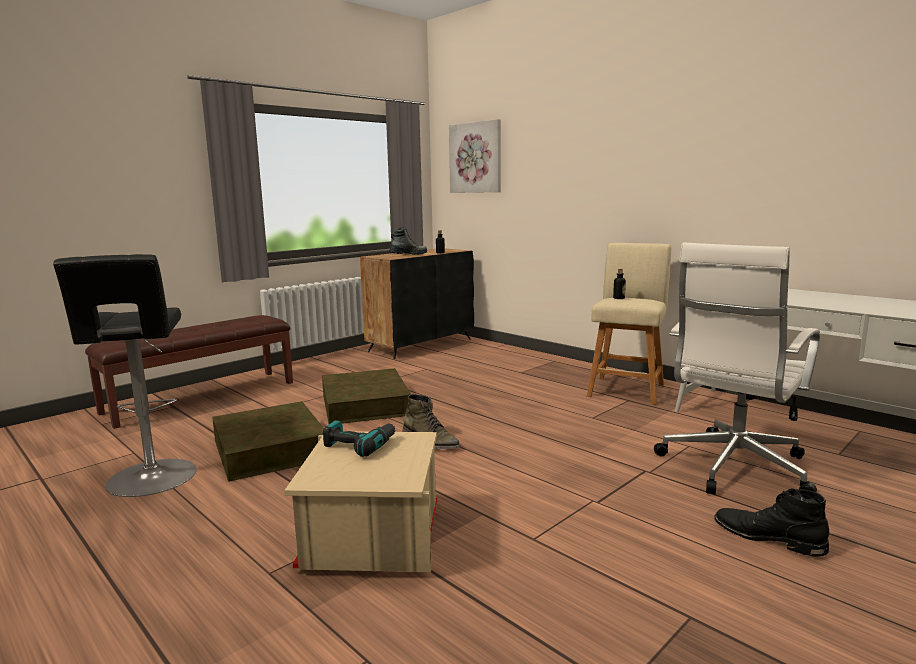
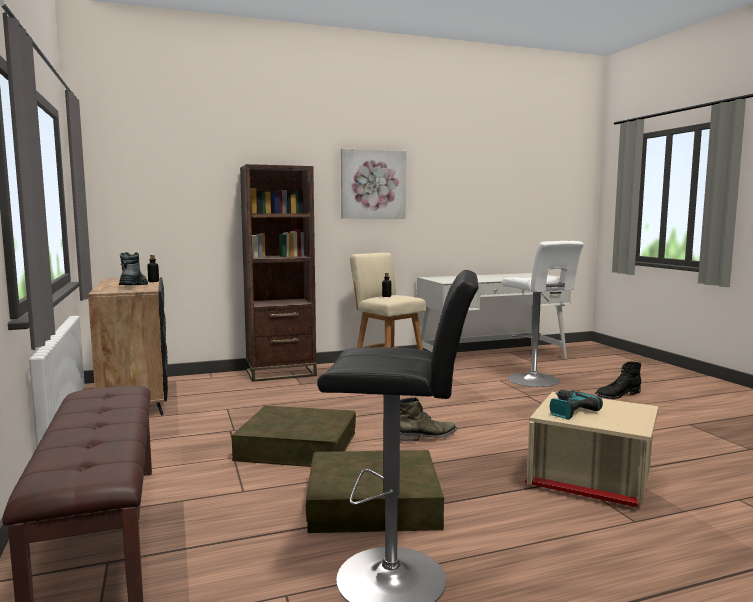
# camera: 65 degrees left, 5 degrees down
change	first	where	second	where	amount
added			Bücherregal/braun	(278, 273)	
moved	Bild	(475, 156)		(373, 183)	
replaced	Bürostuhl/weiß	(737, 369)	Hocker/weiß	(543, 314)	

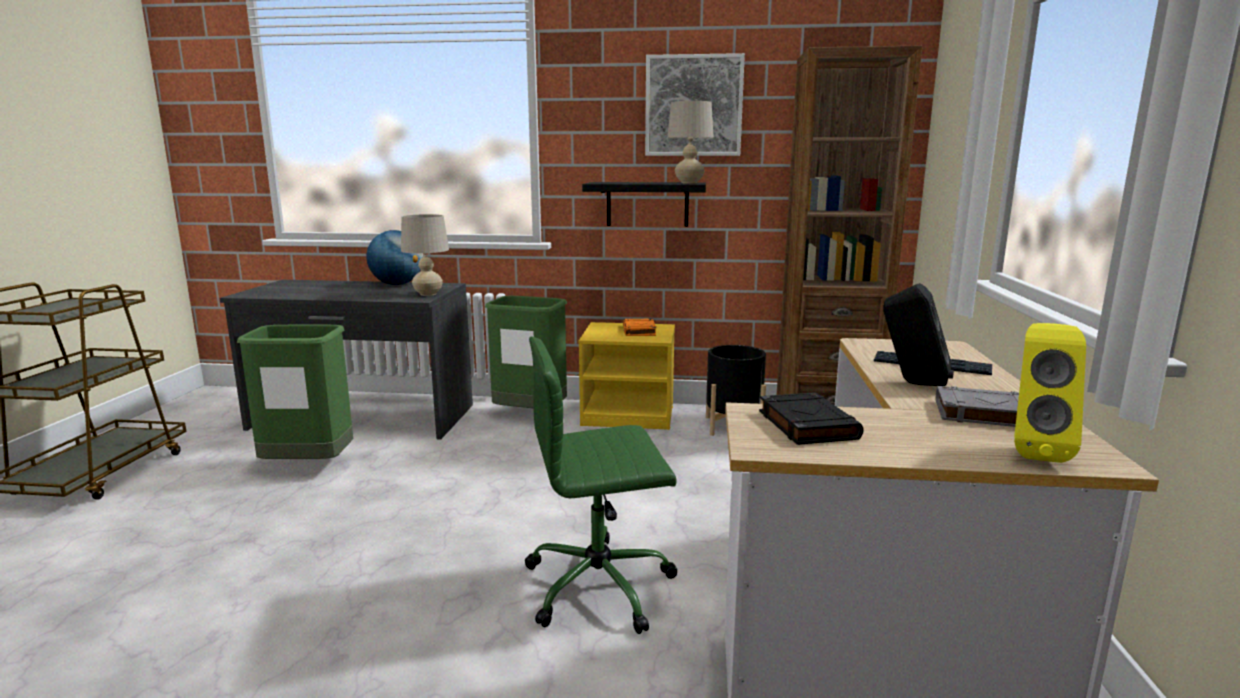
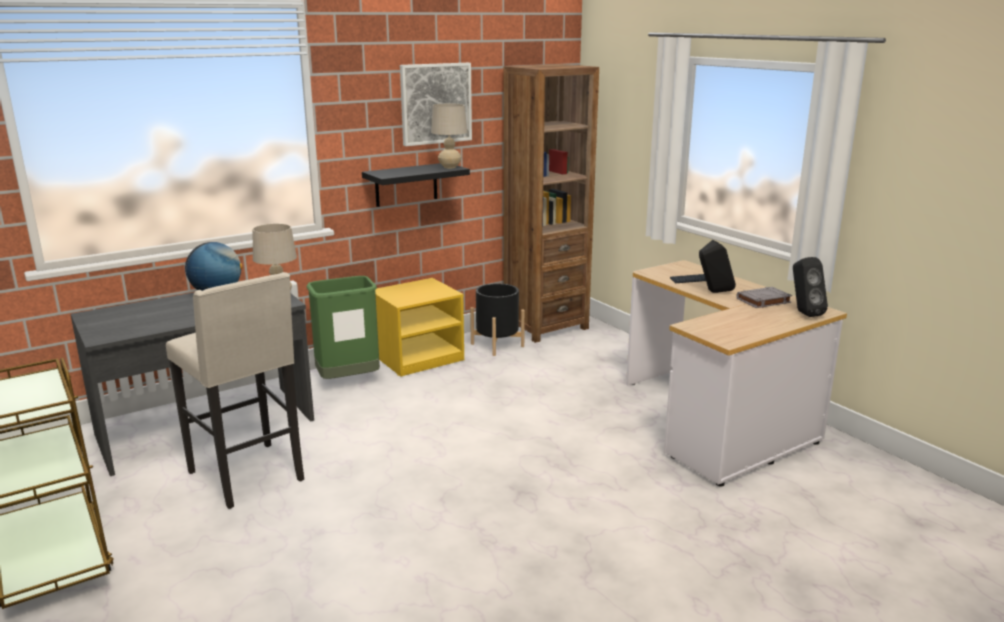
# camera: 40 degrees left, 5 degrees up
change	first	where	second	where	amount
removed	Bürostuhl/grün	(601, 485)			
removed	Buch/orange	(639, 327)			
removed	Buch/schwarz	(811, 418)			
replaced	Mülleimer/grün	(295, 392)	Hocker/beige	(235, 390)	
recoloured	Lautsprecher/gelb	(1050, 393)	Lautsprecher/schwarz	(810, 287)	

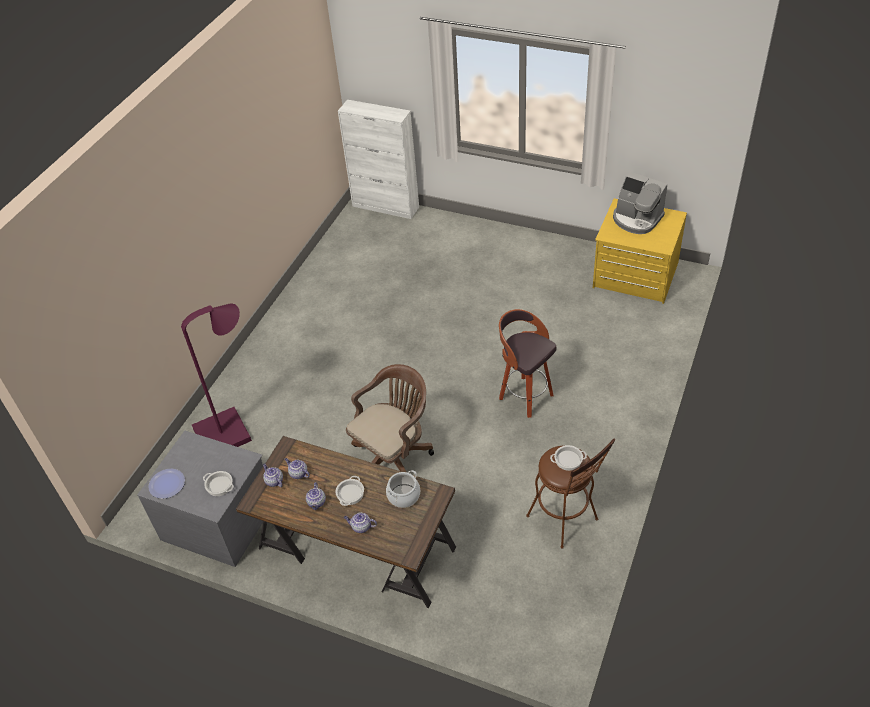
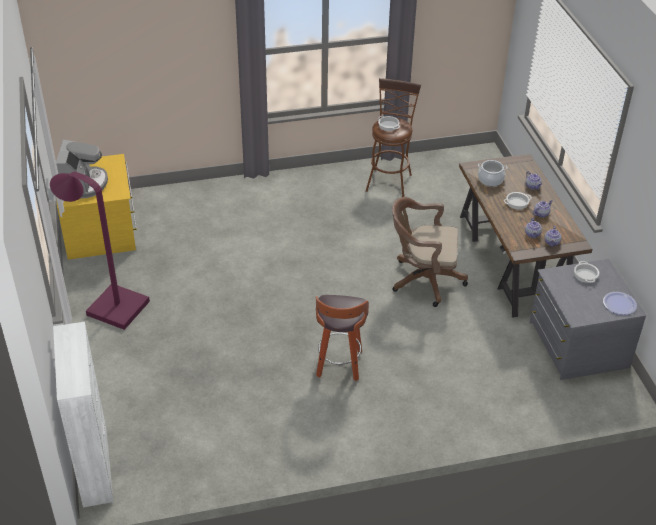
# camera: 130 degrees left, 5 degrees down
change	first	where	second	where	amount
moved	Stehlampe/lila	(216, 375)		(100, 250)	
moved	Hocker	(527, 363)		(342, 338)	

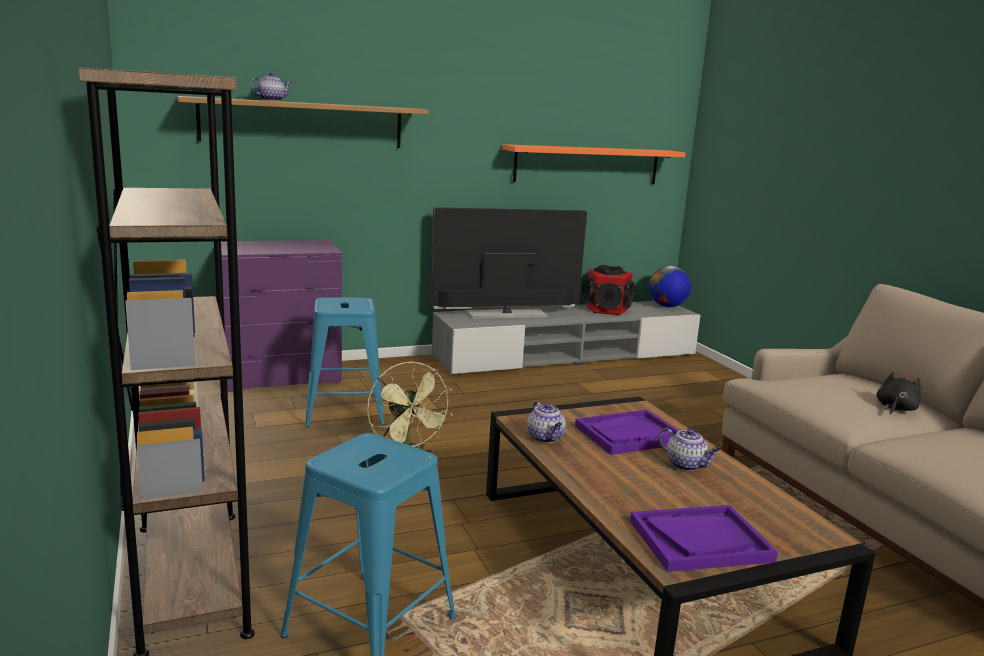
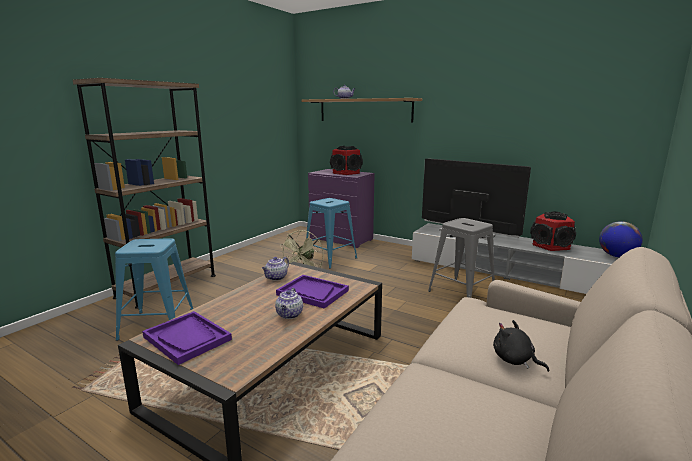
# camera: 55 degrees right, 0 degrees up
change	first	where	second	where	amount
removed	Wandregal/orange	(594, 164)			
added			Lautsprecher	(346, 160)	
added			Hocker/grau	(461, 258)	
turned	Plüschtier/schwarz	(899, 393)		(521, 346)	135 degrees counterclockwise

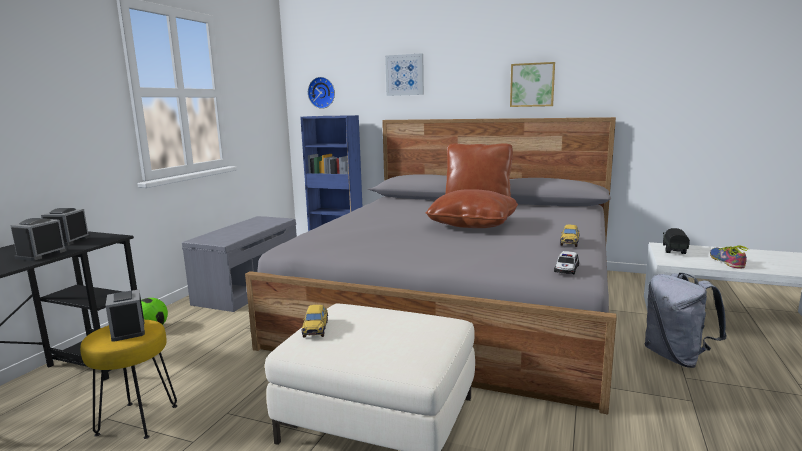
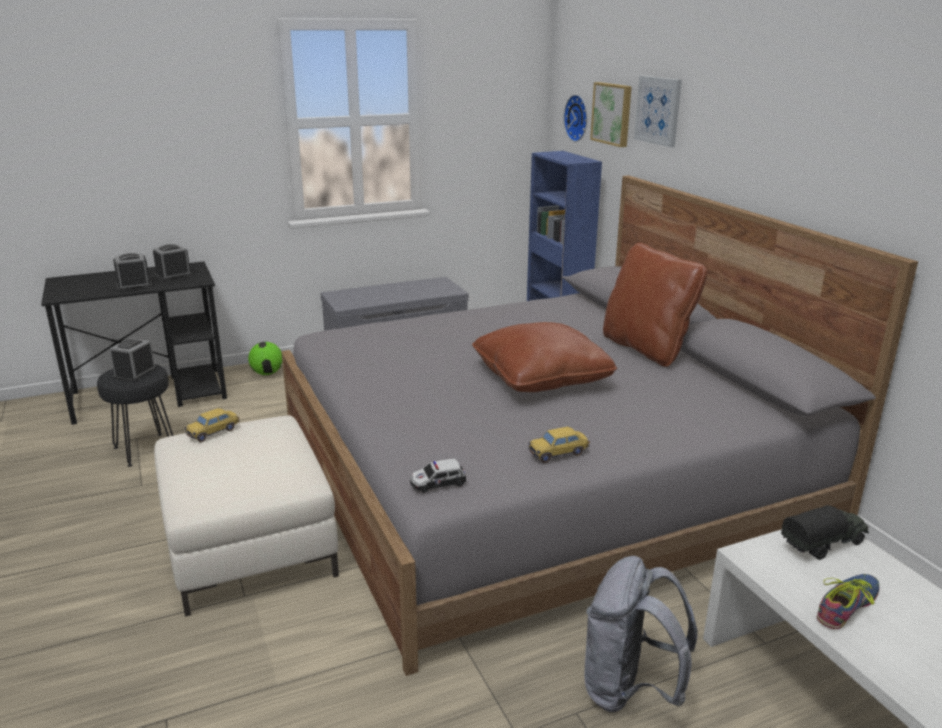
# camera: 45 degrees right, 10 degrees up
change	first	where	second	where	amount
moved	Bild	(532, 84)		(611, 114)	
recoloured	Hocker/gelb	(128, 379)	Hocker/schwarz	(135, 415)	

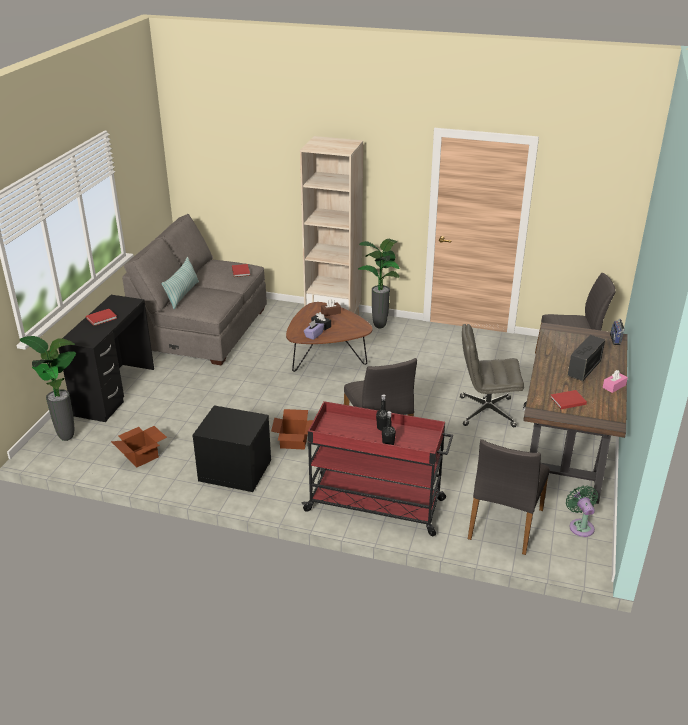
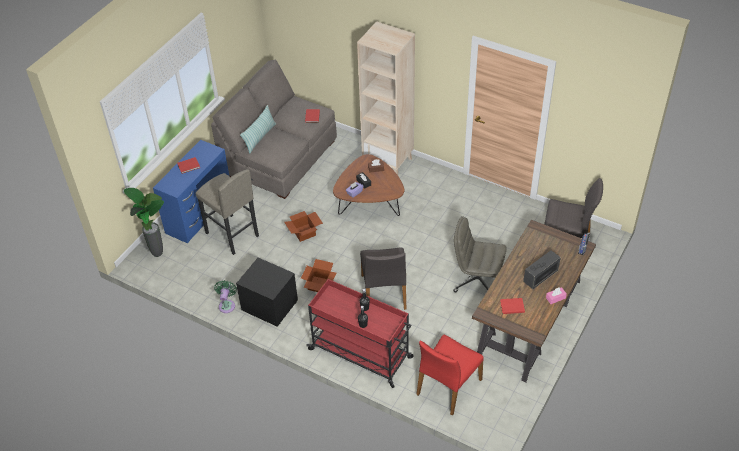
# camera: 15 degrees right, 15 degrees up
change	first	where	second	where	amount
removed	Topfpflanze	(378, 283)			
added			Hocker/grau	(227, 212)	
moved	Karton	(139, 446)		(303, 226)	
moved	Ventilator/grün	(582, 511)		(225, 296)	
recoloured	Schreibtisch/schwarz	(106, 358)	Schreibtisch/blau	(191, 191)	
recoloured	Stuhl/grau	(509, 497)	Stuhl/rot	(450, 375)	

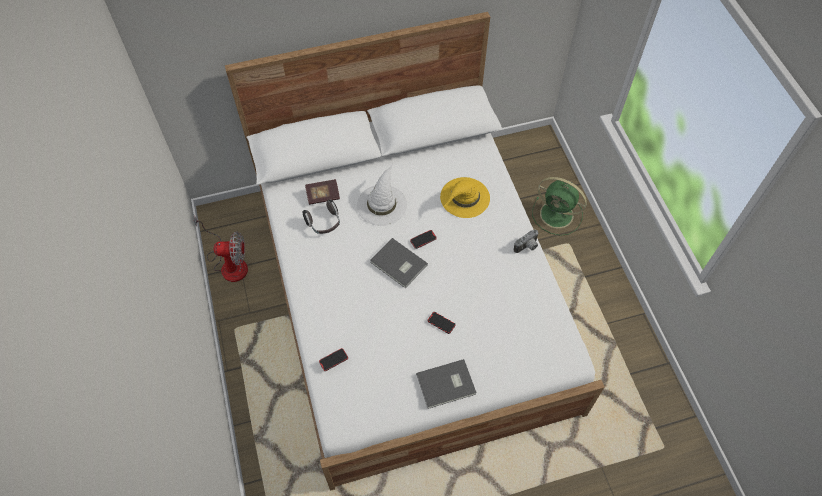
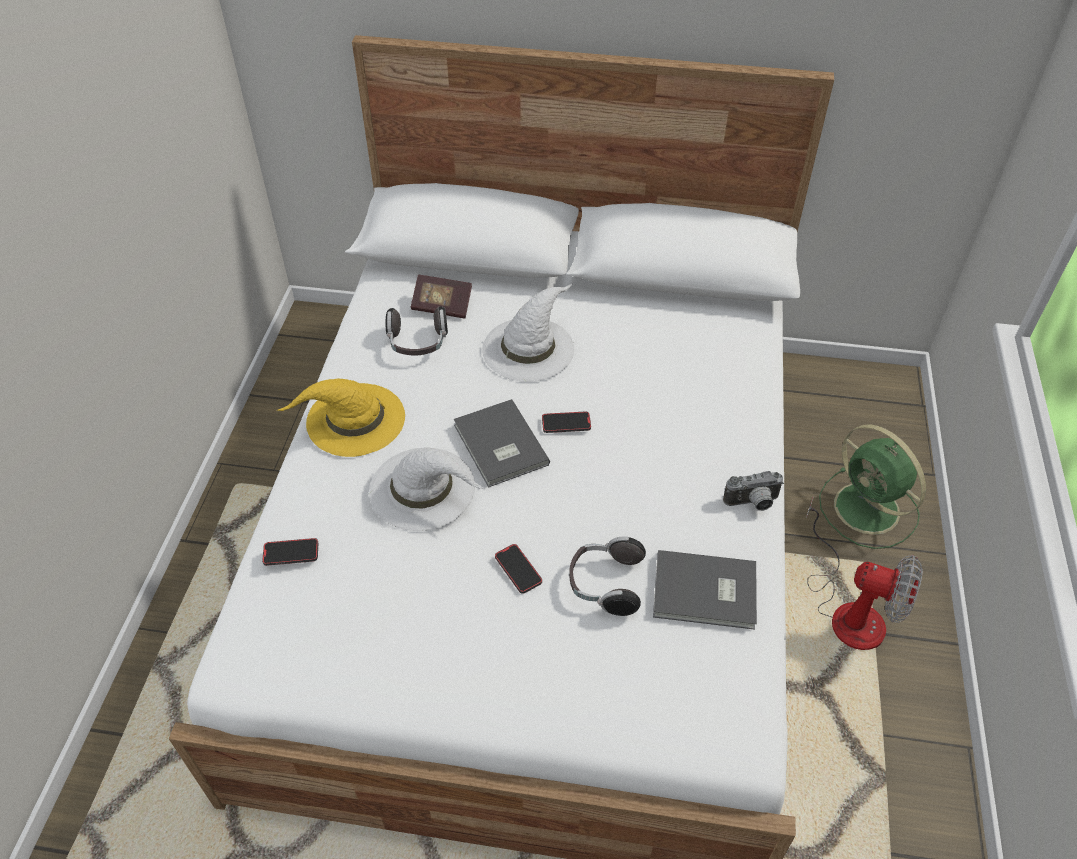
# camera: 25 degrees right, 10 degrees down
change	first	where	second	where	amount
added			Hut/weiß	(427, 489)	
added			Kopfhörer	(607, 576)	
moved	Ventilator	(221, 249)		(864, 573)	
moved	Buch/grau	(446, 384)		(705, 590)	
moved	Hut/gelb	(465, 197)		(341, 418)	

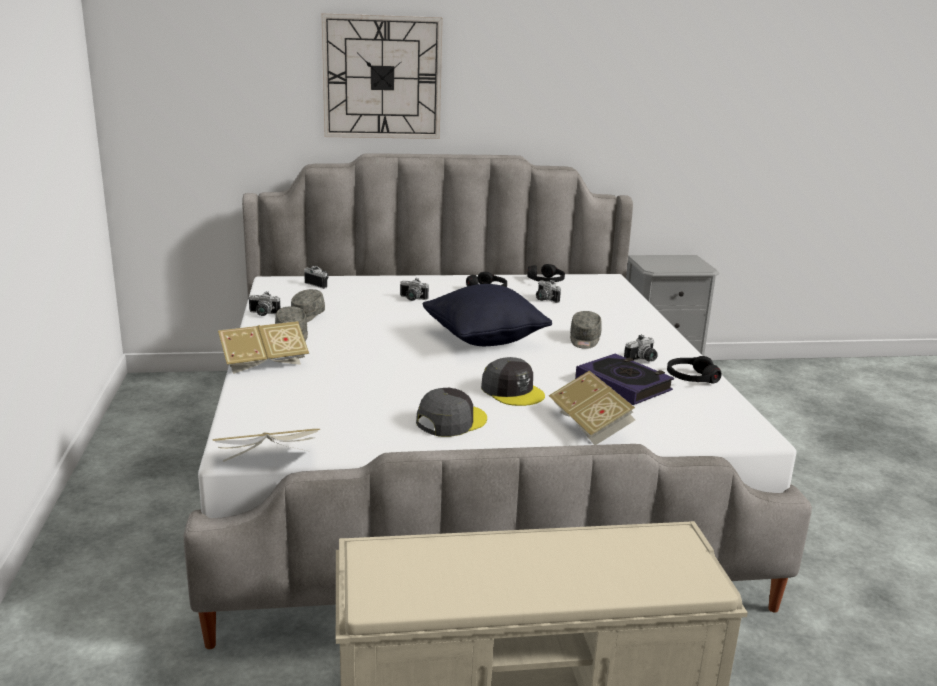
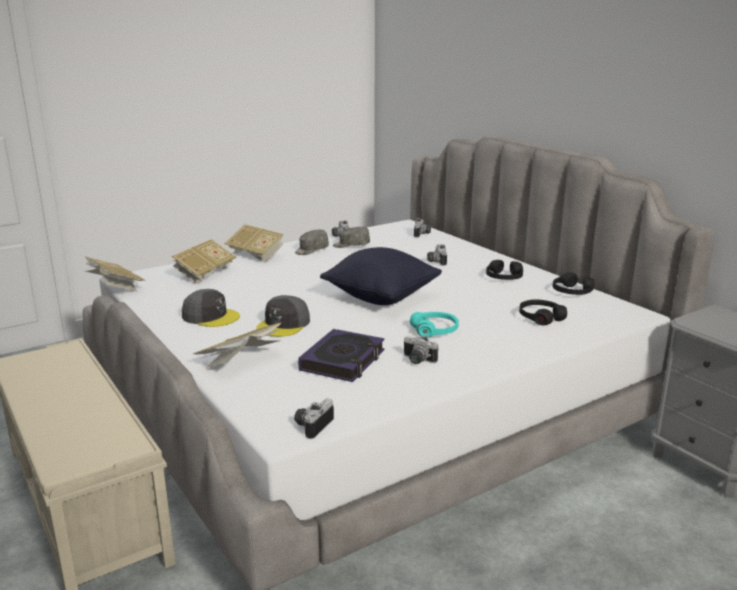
# camera: 65 degrees right, 0 degrees up
change	first	where	second	where	amount
removed	Wanduhr	(382, 76)			
added			Buch	(204, 261)	
moved	Kamera	(548, 291)		(314, 419)	
moved	Kopfhörer/schwarz	(694, 370)		(543, 312)	
replaced	Kappe/grau	(586, 330)	Kopfhörer/türkis	(434, 324)	

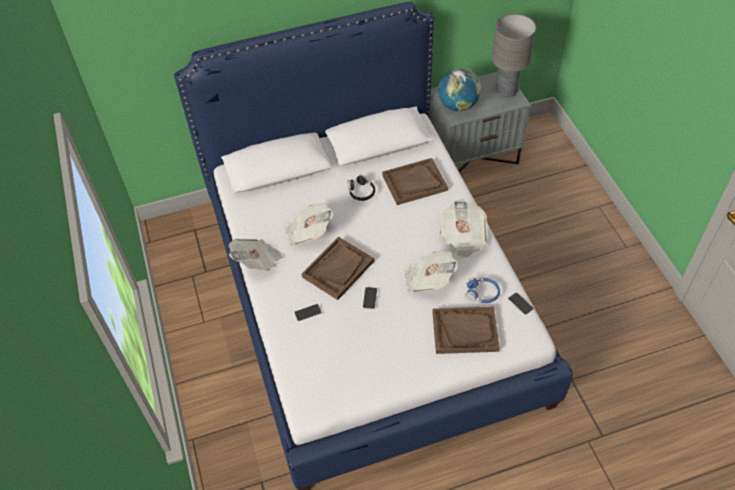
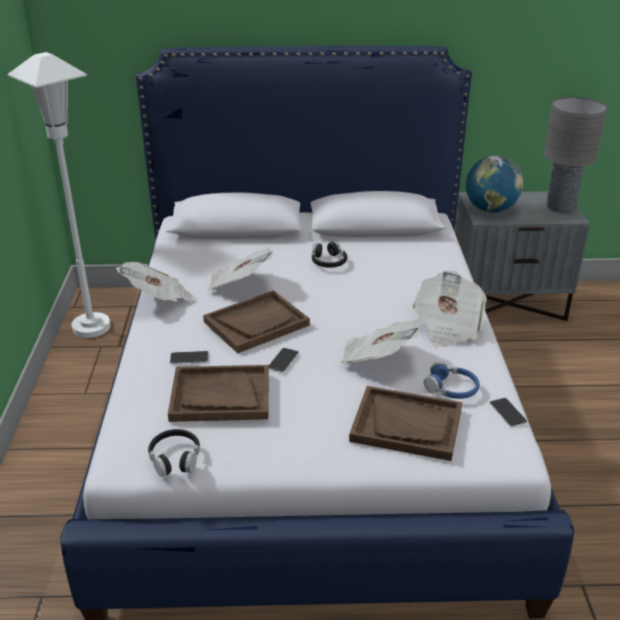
# camera: 15 degrees right, 20 degrees down
change	first	where	second	where	amount
added			Stehlampe/weiß	(58, 195)	
added			Kopfhörer/schwarz	(174, 453)	
moved	Tablett/braun	(415, 181)		(218, 393)	

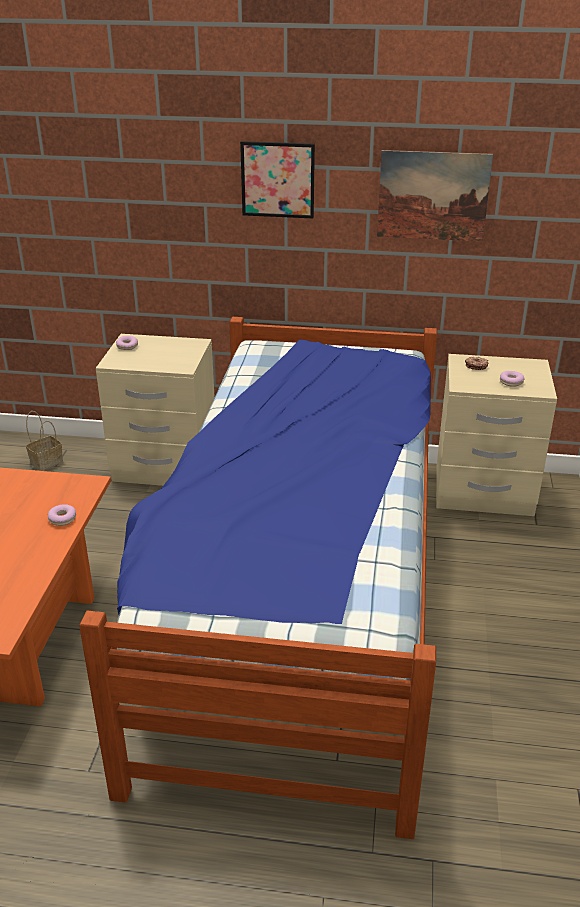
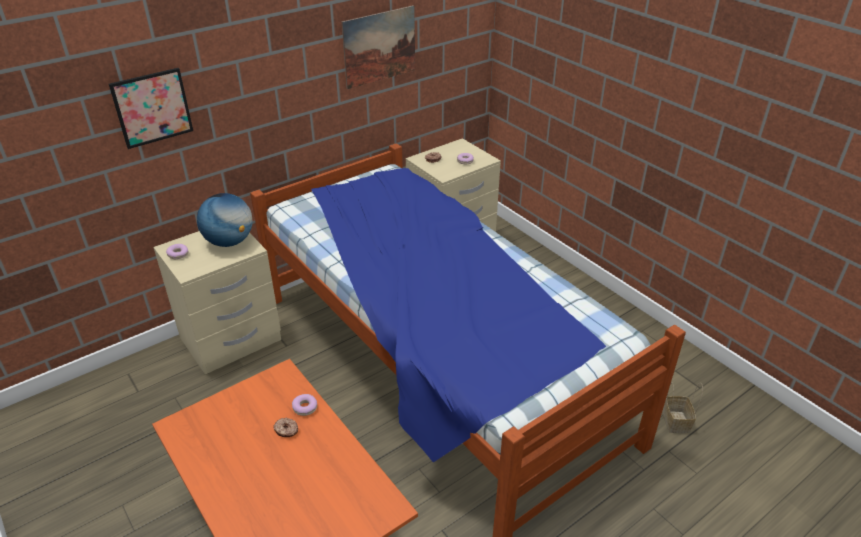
# camera: 45 degrees left, 5 degrees up
change	first	where	second	where	amount
added			Globus	(225, 220)	
added			Donut	(285, 427)	
moved	Korb	(44, 441)		(683, 407)	
moved	Bild	(277, 179)		(151, 108)	

